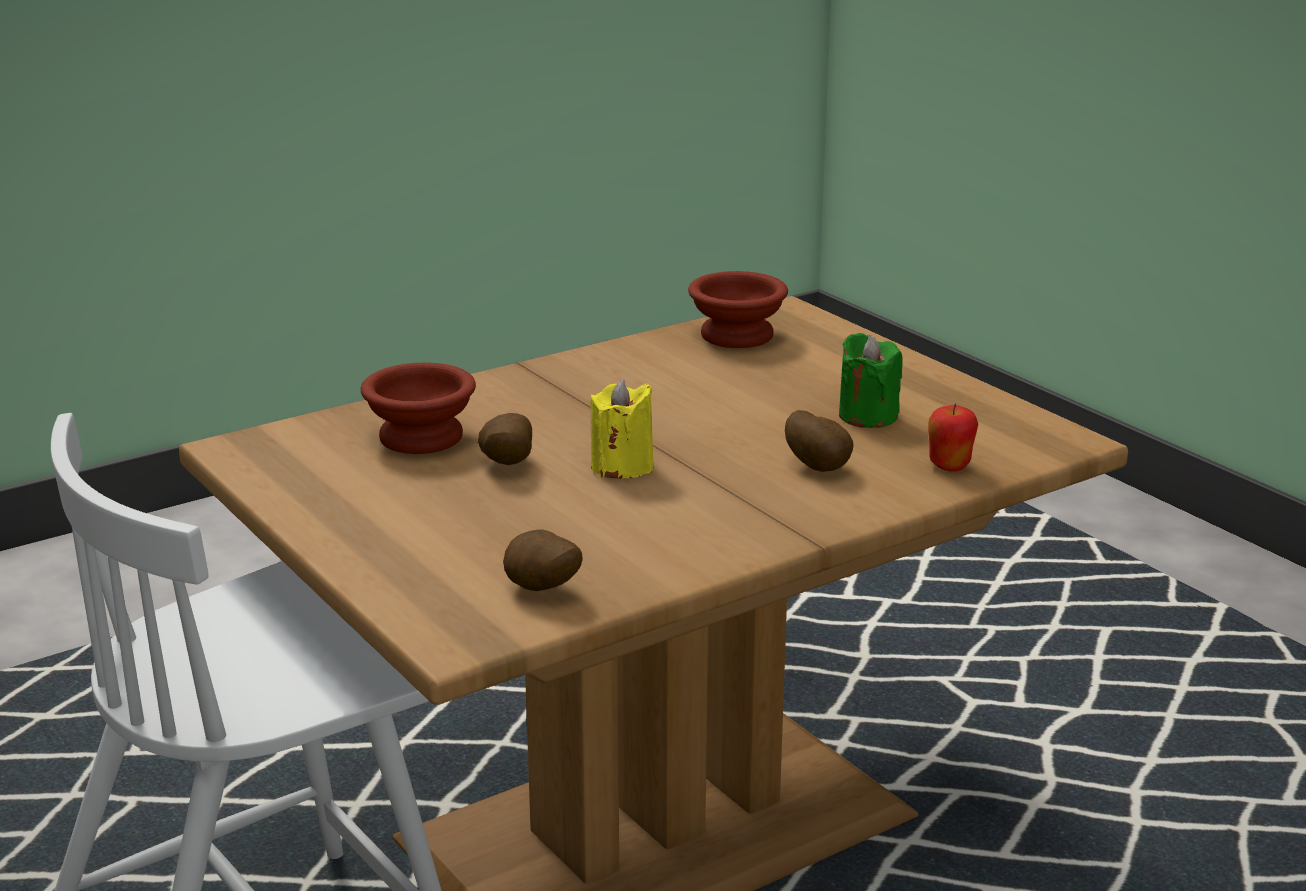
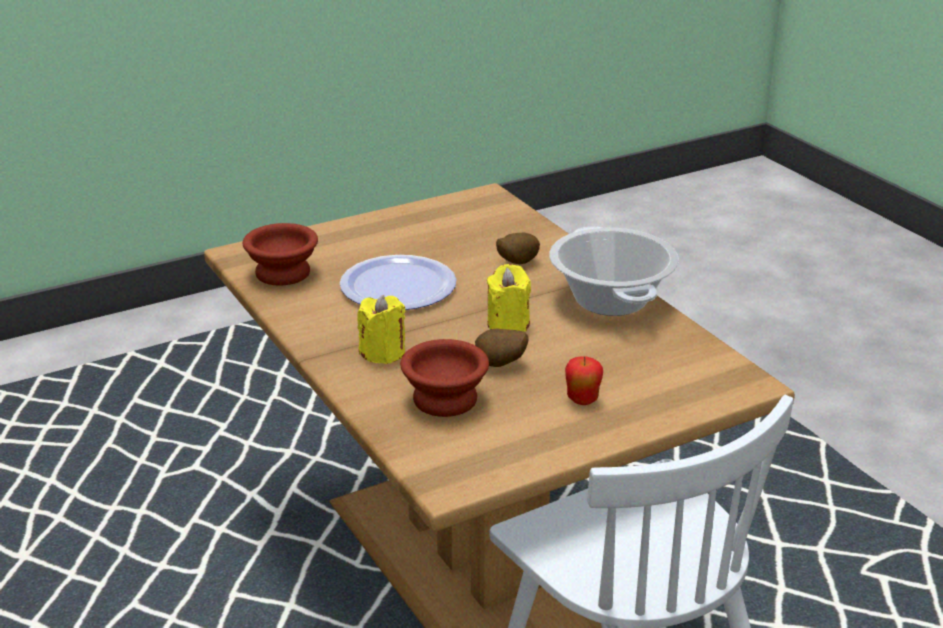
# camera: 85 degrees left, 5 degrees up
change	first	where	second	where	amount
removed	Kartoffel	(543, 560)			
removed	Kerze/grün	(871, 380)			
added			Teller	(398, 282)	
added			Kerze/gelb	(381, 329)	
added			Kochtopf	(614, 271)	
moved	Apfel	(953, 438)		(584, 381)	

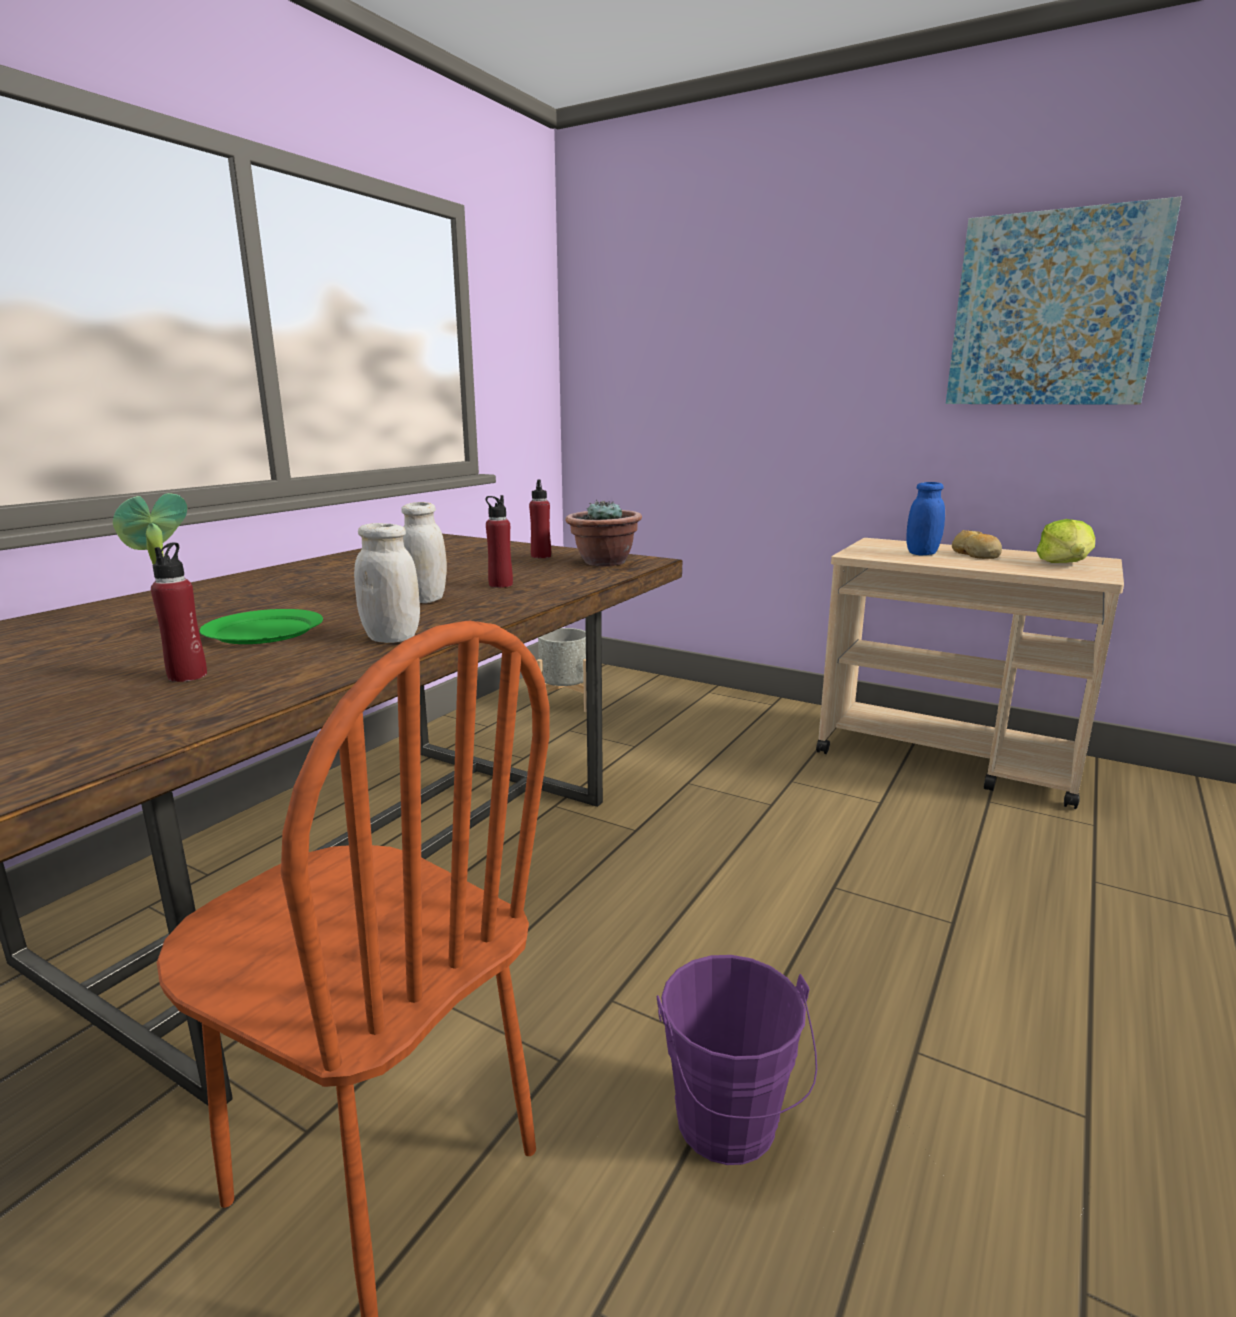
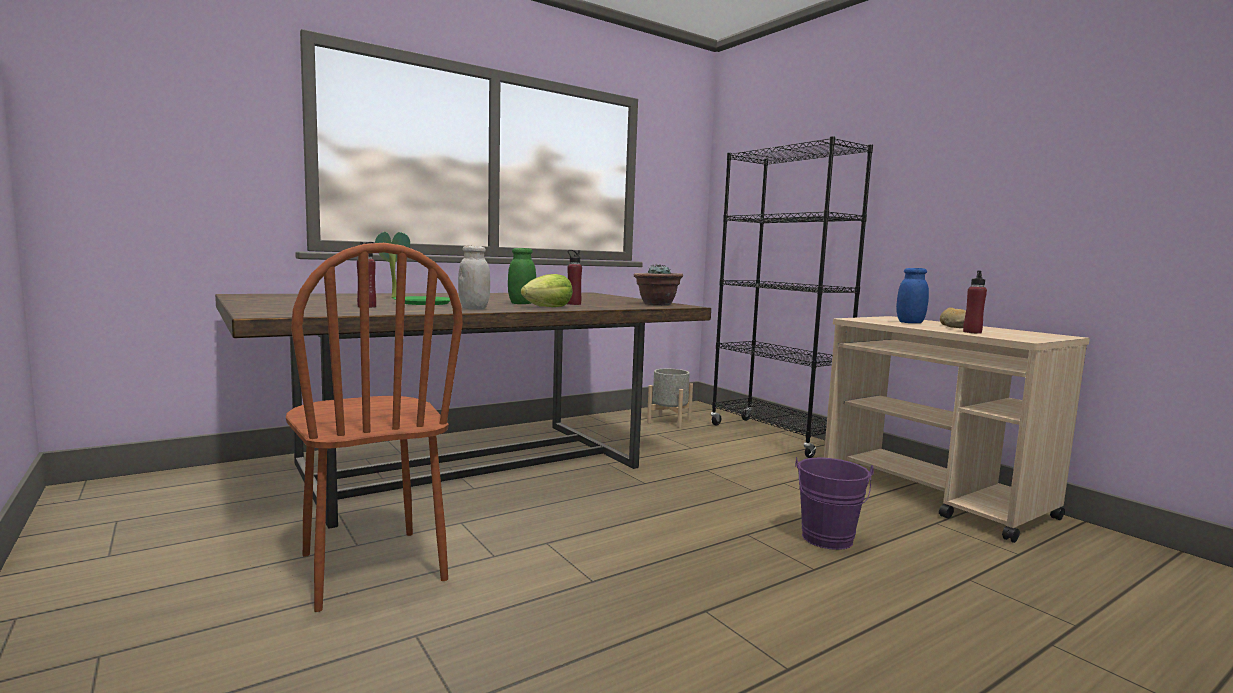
# camera: 25 degrees right, 10 degrees down
change	first	where	second	where	amount
removed	Bild	(1064, 300)			
added			Bücherregal/schwarz	(792, 297)	
moved	Flasche/rot	(540, 518)		(975, 302)	
moved	Eimer/lila	(737, 1060)		(834, 503)	
moved	Salatkopf	(1065, 541)		(547, 290)	
recoloured	Vorratsglas/weiß	(424, 552)	Vorratsglas/grün	(522, 276)	

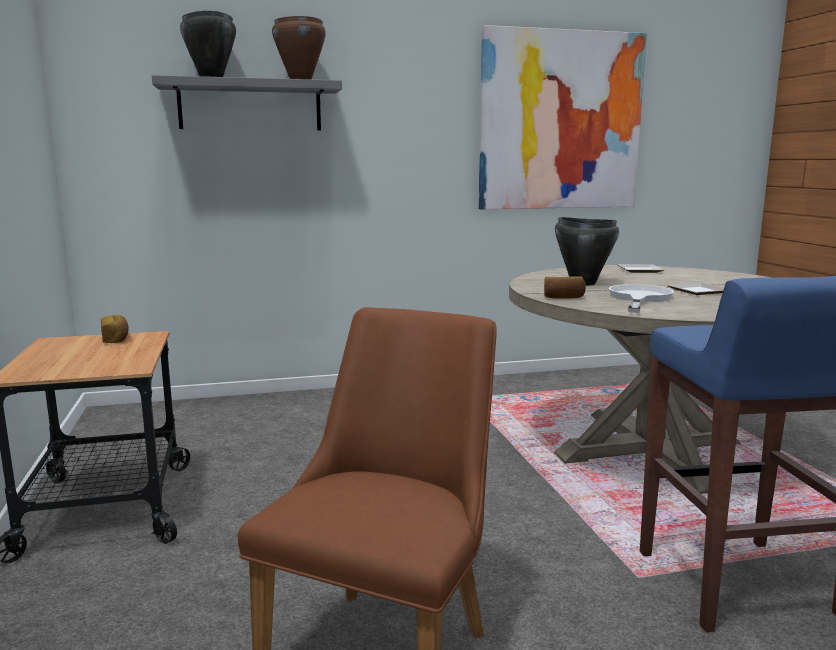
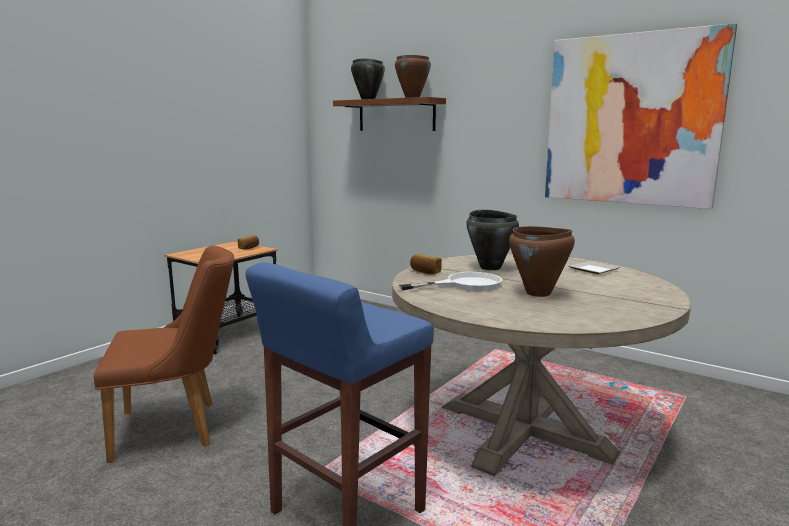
# camera: 50 degrees right, 0 degrees up
change	first	where	second	where	amount
replaced	Teller	(695, 289)	Kochtopf/braun	(542, 261)	
recoloured	Wandregal/grau	(247, 103)	Wandregal/braun	(389, 114)	

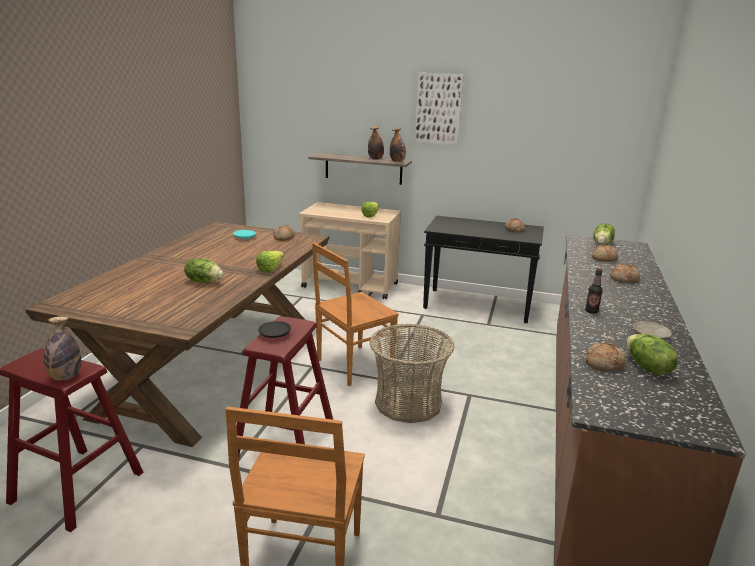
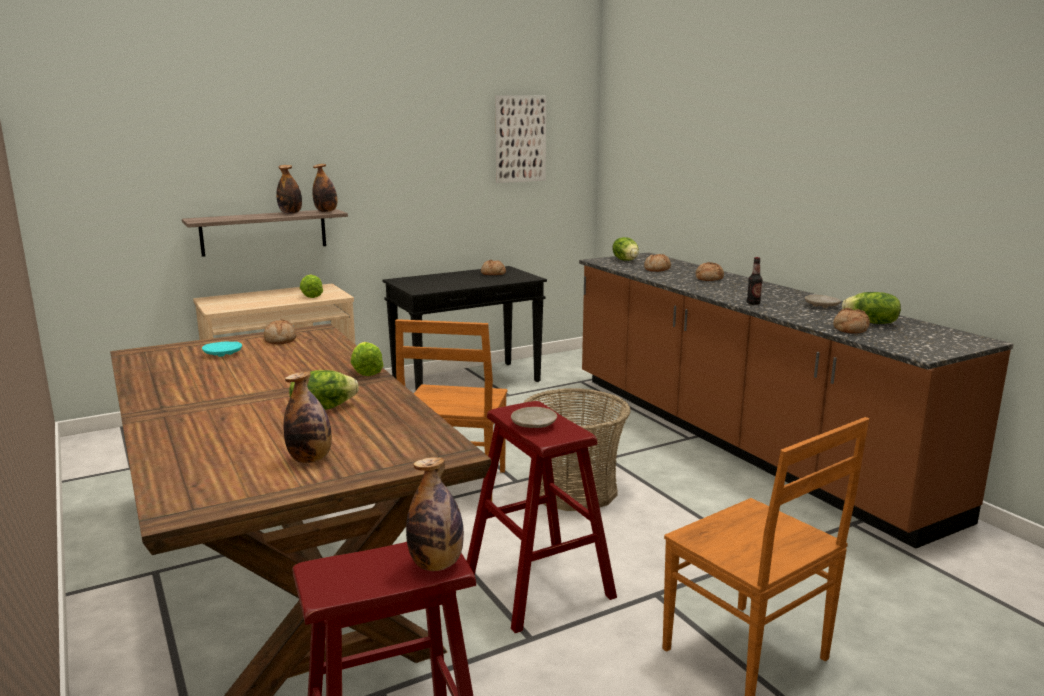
# camera: 45 degrees left, 5 degrees down
change	first	where	second	where	amount
added			Flasche	(307, 417)	
moved	Bild	(439, 109)		(521, 139)	
recoloured	Teller/schwarz	(274, 329)	Teller/beige	(534, 417)	

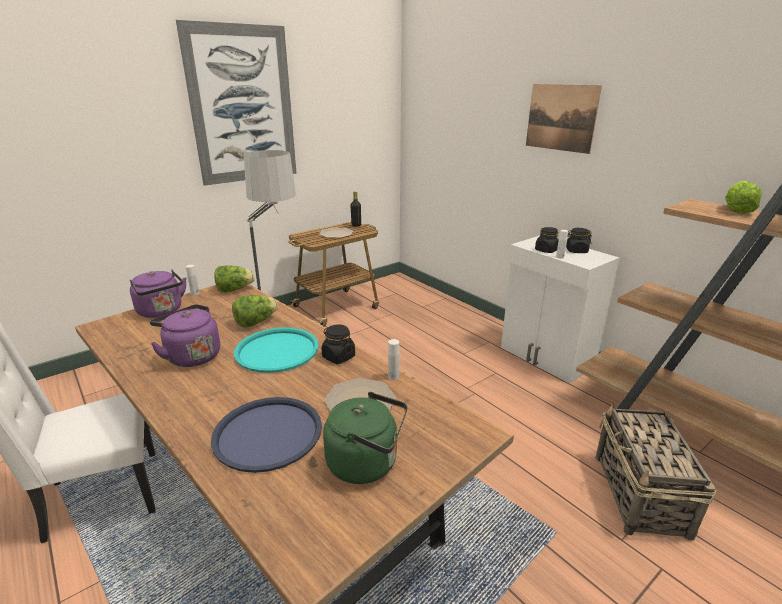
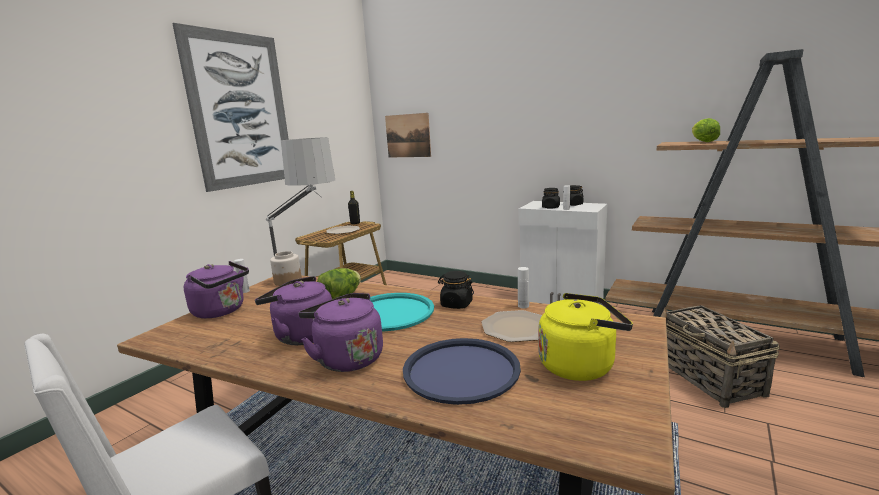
# camera: 20 degrees left, 10 degrees down
change	first	where	second	where	amount
added			Wasserkessel/lila	(340, 332)	
moved	Bild	(564, 119)		(408, 135)	
replaced	Salatkopf	(234, 279)	Vorratsglas	(286, 268)	
recoloured	Wasserkessel/grün	(365, 438)	Wasserkessel/gelb	(585, 337)	

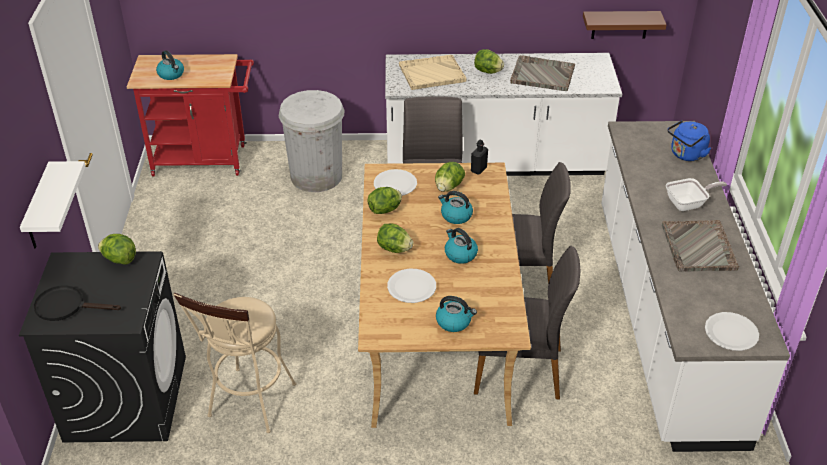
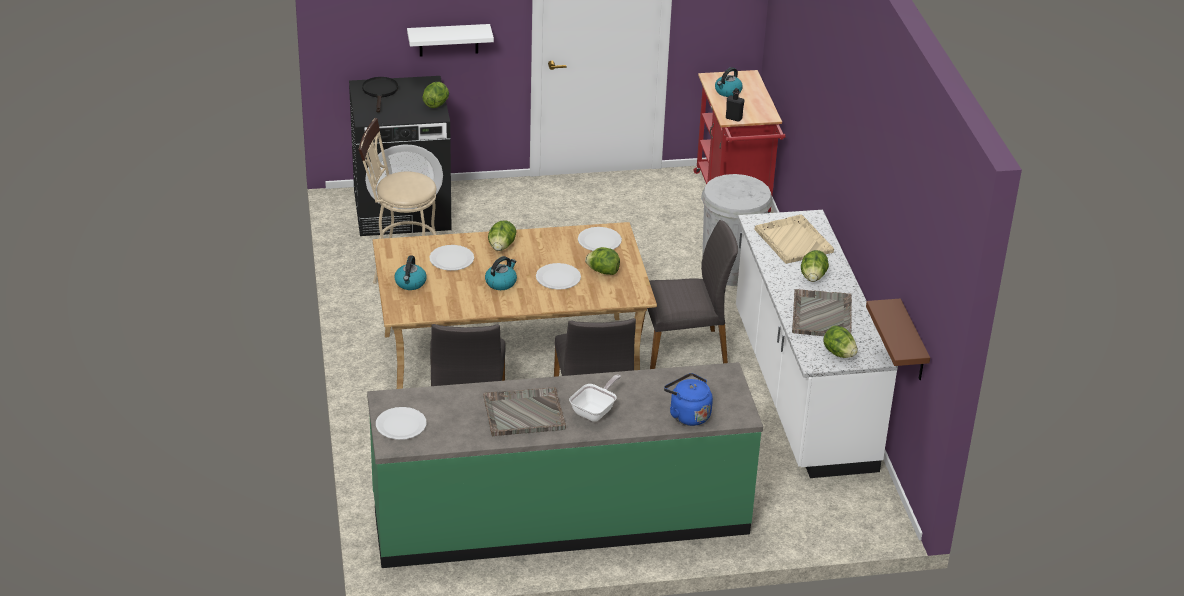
# camera: 80 degrees right, 5 degrees down
change	first	where	second	where	amount
moved	Salatkopf	(384, 200)		(840, 341)	
moved	Flasche/schwarz	(479, 157)		(735, 105)	
replaced	Wasserkessel	(455, 207)	Teller/weiß	(558, 276)	
recoloured	Küchenzeile/weiß	(695, 286)	Küchenzeile/grün	(565, 465)	
turned	Pfanne	(696, 194)		(595, 398)	120 degrees counterclockwise

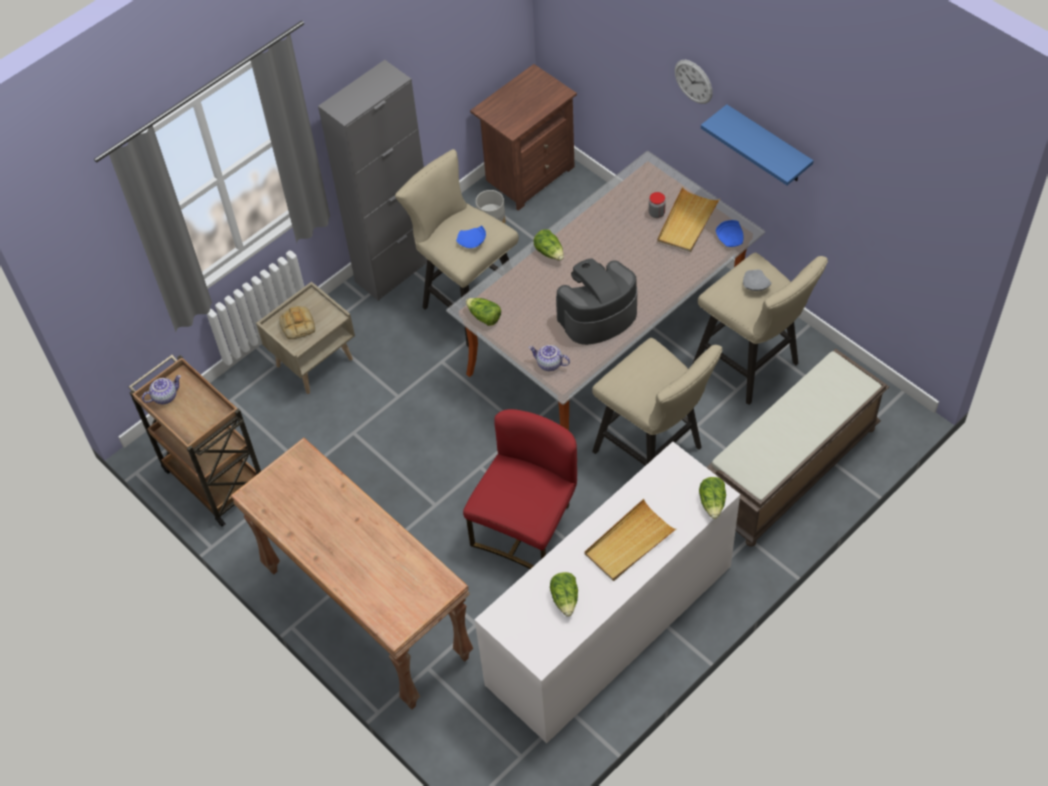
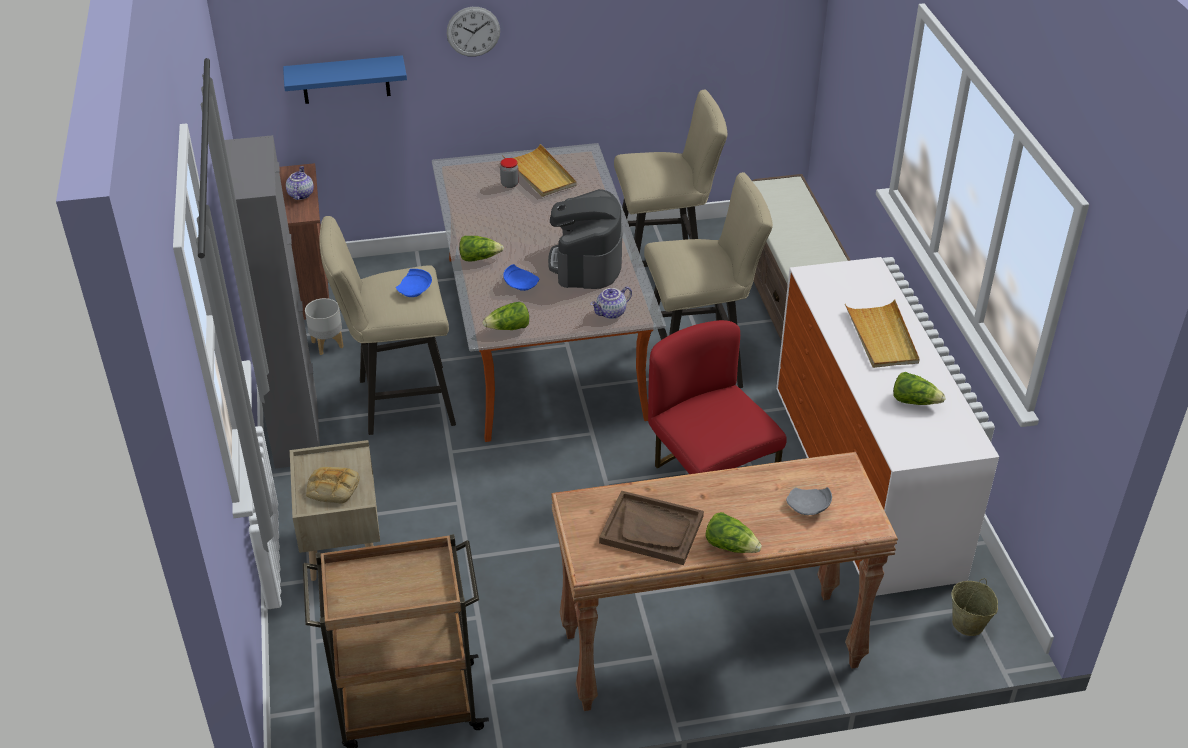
# camera: 60 degrees left, 15 degrees down
change	first	where	second	where	amount
added			Tablett/braun	(651, 528)	
added			Eimer/beige	(974, 607)	
moved	Teekanne	(161, 389)		(300, 183)	
moved	Salatkopf	(712, 498)		(733, 532)	
moved	Wandregal/blau	(757, 144)		(345, 79)	
moved	Teller/blau	(730, 233)		(521, 277)	
moved	Teller/grau	(757, 280)		(809, 501)	

